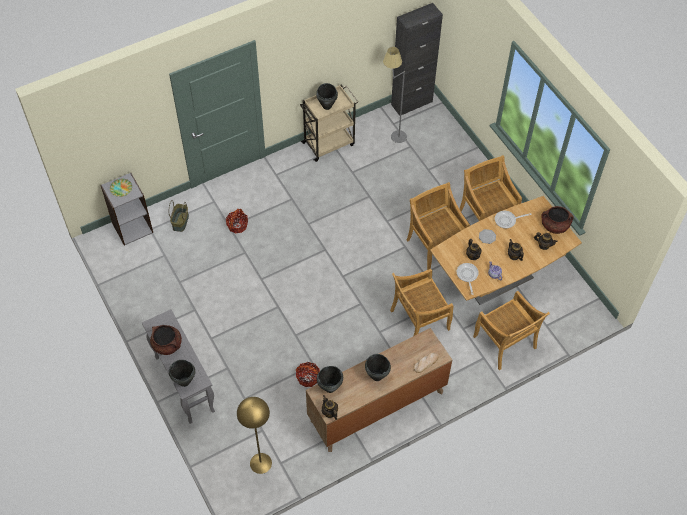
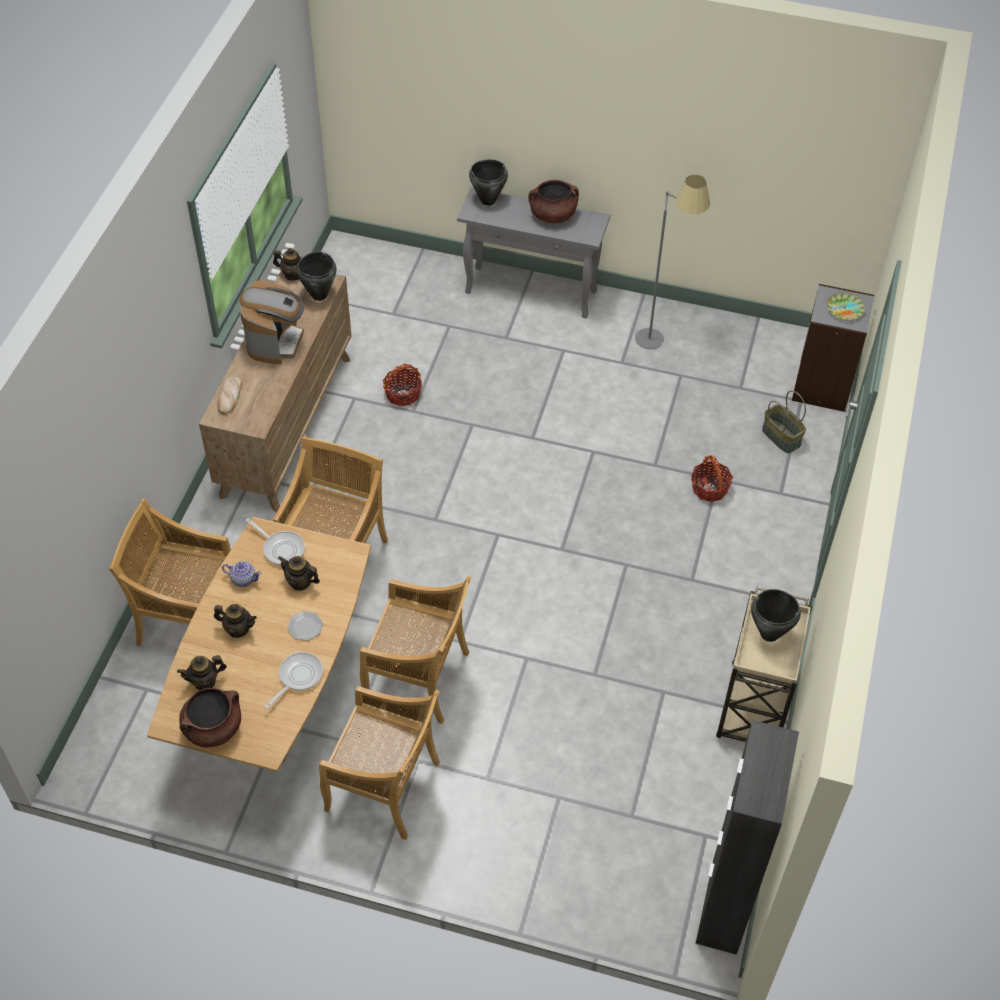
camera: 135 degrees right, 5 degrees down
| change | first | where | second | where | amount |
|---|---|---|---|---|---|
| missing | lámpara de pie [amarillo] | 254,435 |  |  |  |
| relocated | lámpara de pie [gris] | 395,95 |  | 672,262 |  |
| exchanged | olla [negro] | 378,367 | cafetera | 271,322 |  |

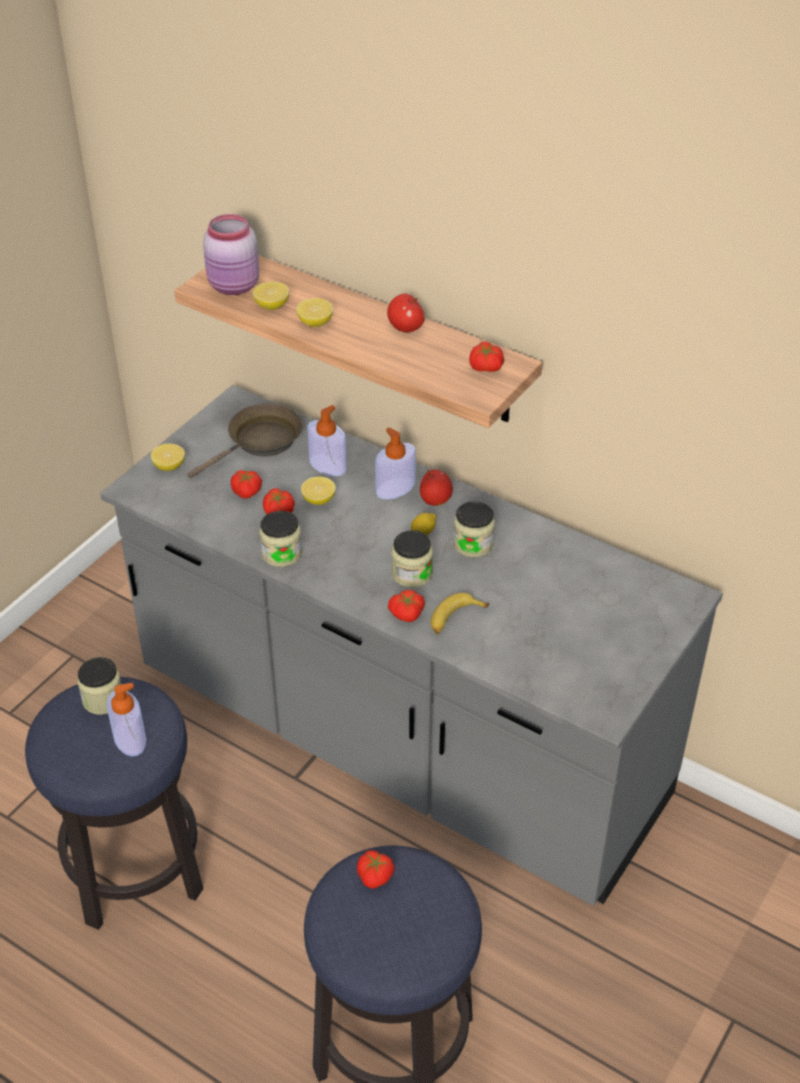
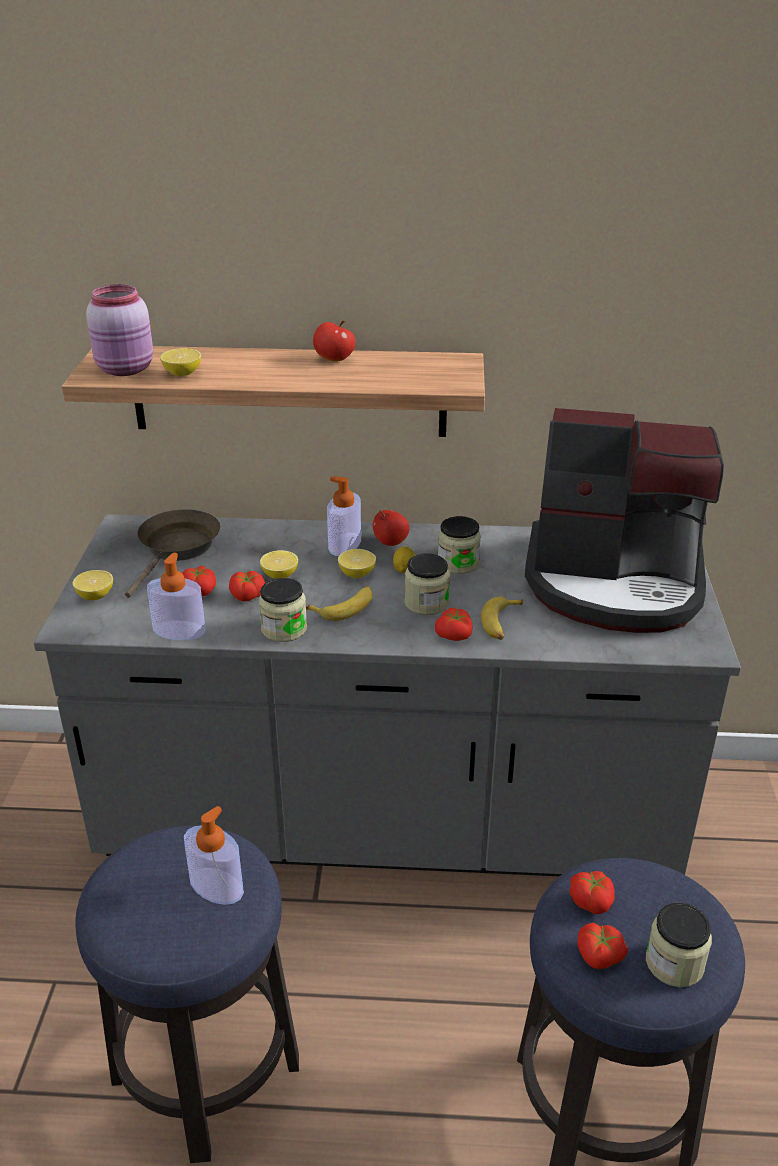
camera: 30 degrees left, 10 degrees down
| change | first | where | second | where | amount |
|---|---|---|---|---|---|
| appeared |  |  | plátano | 339,603 |  |
| appeared |  |  | cafetera | 624,520 |  |
| relocated | tarro | 99,686 |  | 679,945 |  |
| relocated | limón | 314,312 |  | 357,563 |  |
| relocated | dispensador de jabón | 327,440 |  | 176,596 |  |
| relocated | tomate | 486,356 |  | 602,946 |  |

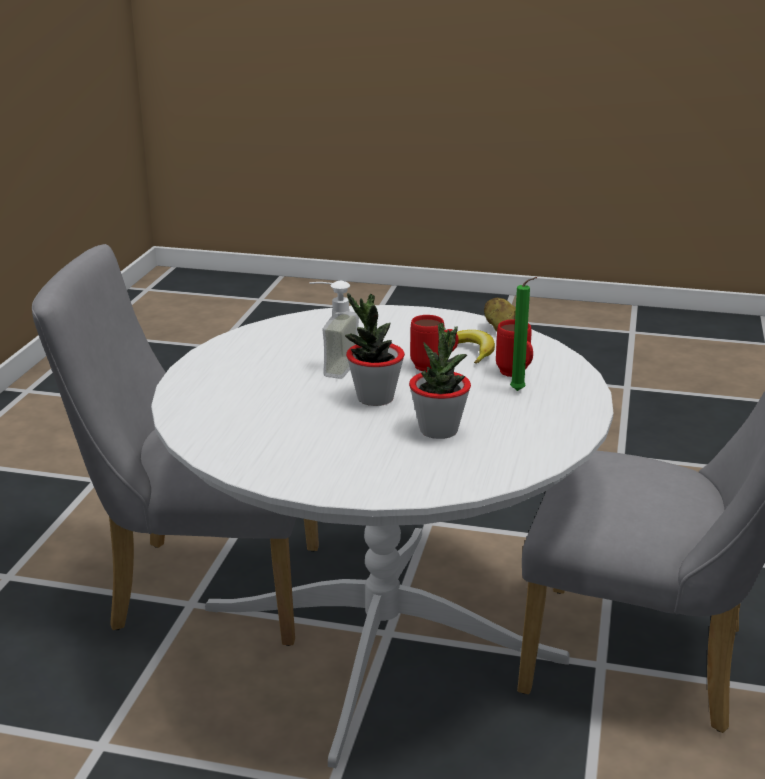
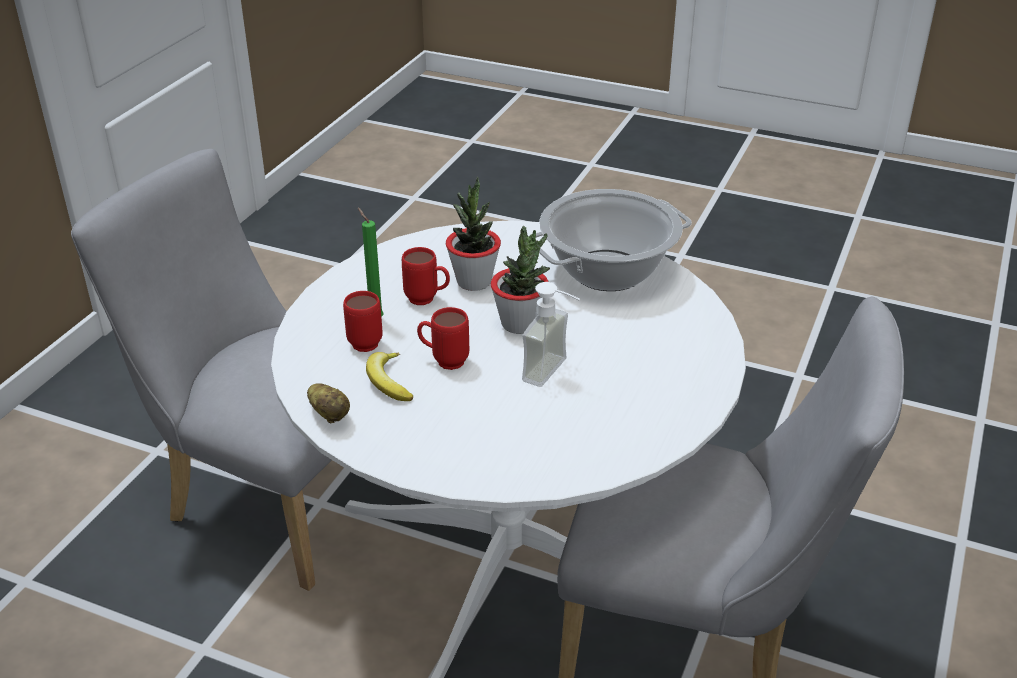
camera: 170 degrees left, 10 degrees up
| change | first | where | second | where | amount |
|---|---|---|---|---|---|
| appeared |  |  | taza grande [rojo] | 426,276 |  |
| appeared |  |  | olla | 614,240 |  |

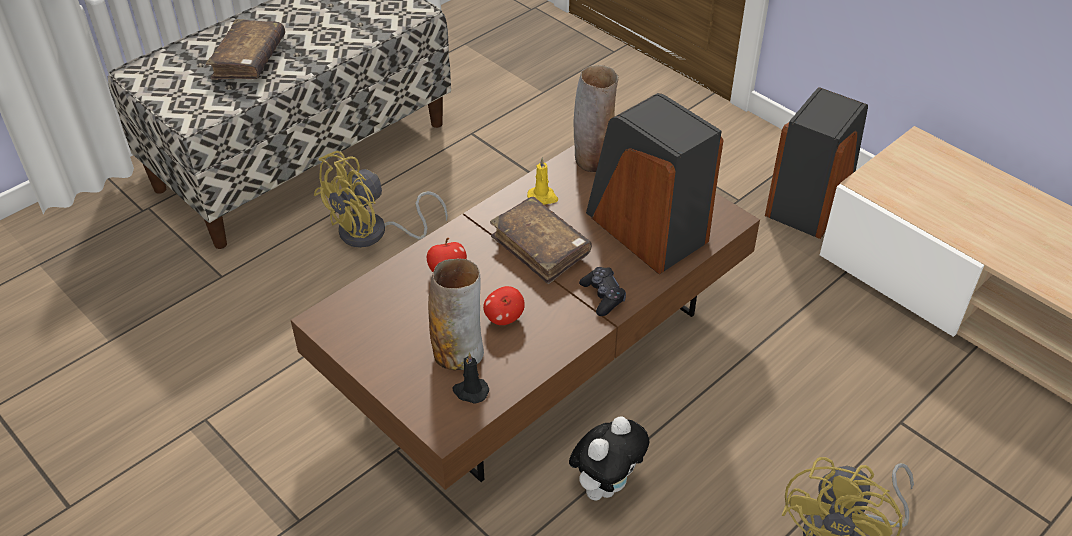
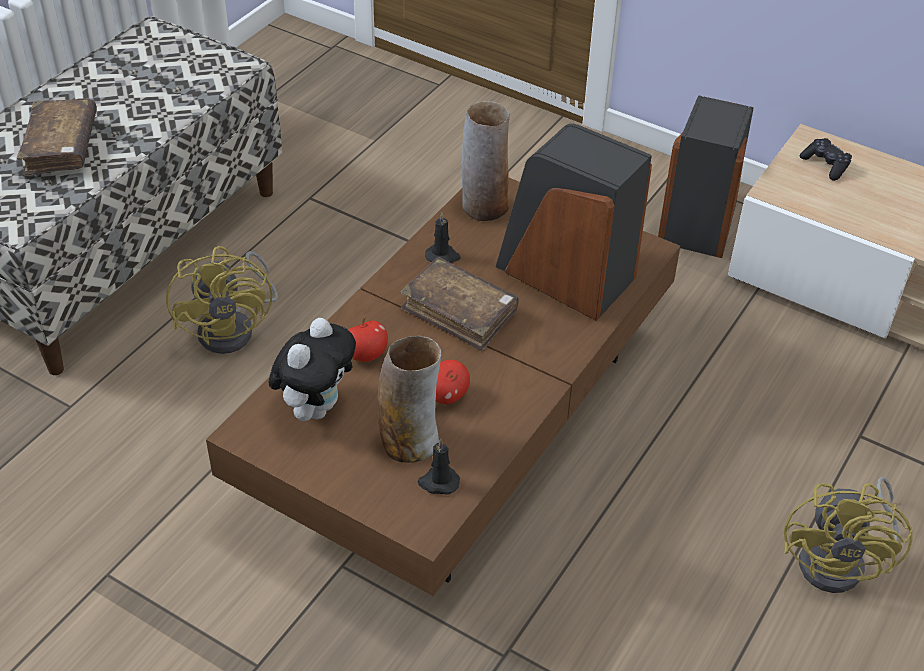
camera: 15 degrees left, 0 degrees up
| change | first | where | second | where | amount |
|---|---|---|---|---|---|
| relocated | peluche | 609,458 |  | 312,369 |  |
| relocated | mando de consola [negro] | 602,291 |  | 826,159 |  |
| colour | vela [amarillo] | 542,180 | vela [negro] | 443,237 |  |
| spun | ventilador [amarillo] | 381,199 |  | 222,300 | 45 degrees counterclockwise |

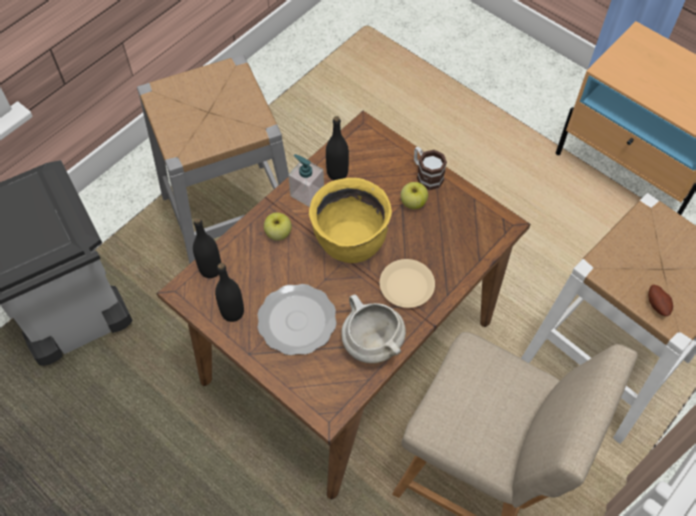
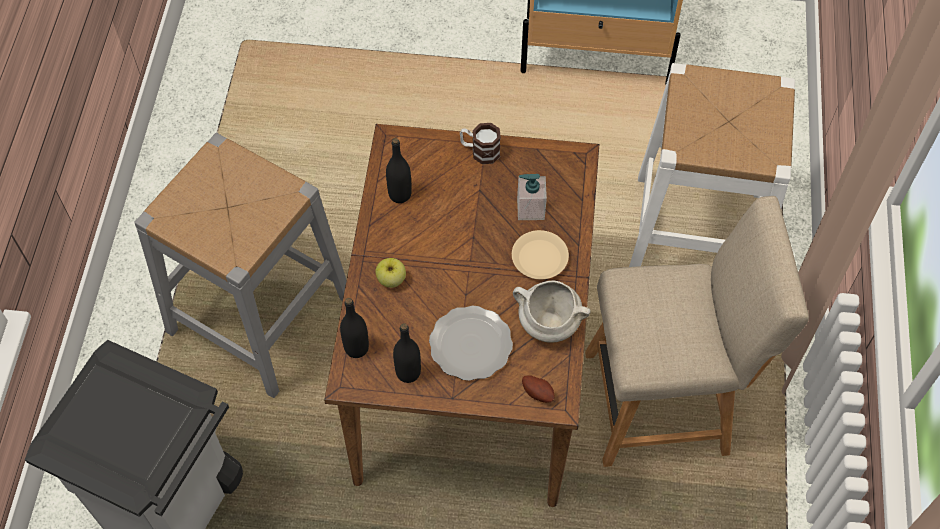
camera: 35 degrees left, 0 degrees up
| change | first | where | second | where | amount |
|---|---|---|---|---|---|
| missing | olla [amarillo] | 350,220 |  |  |  |
| missing | manzana | 414,195 |  |  |  |
| relocated | dispensador de jabón | 306,180 |  | 532,197 |  |
| relocated | patata | 660,300 |  | 538,389 |  |

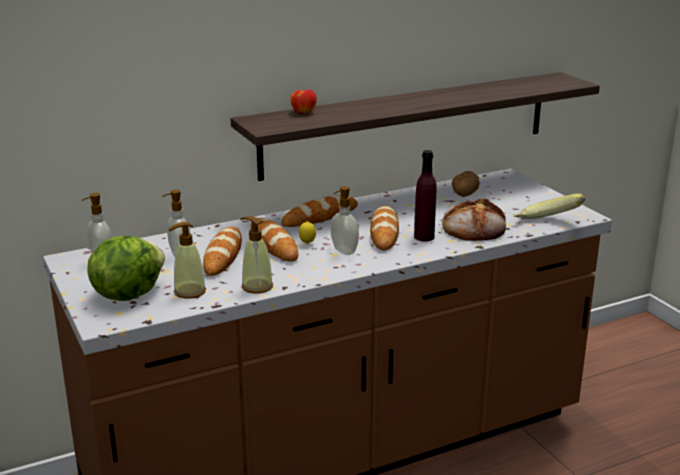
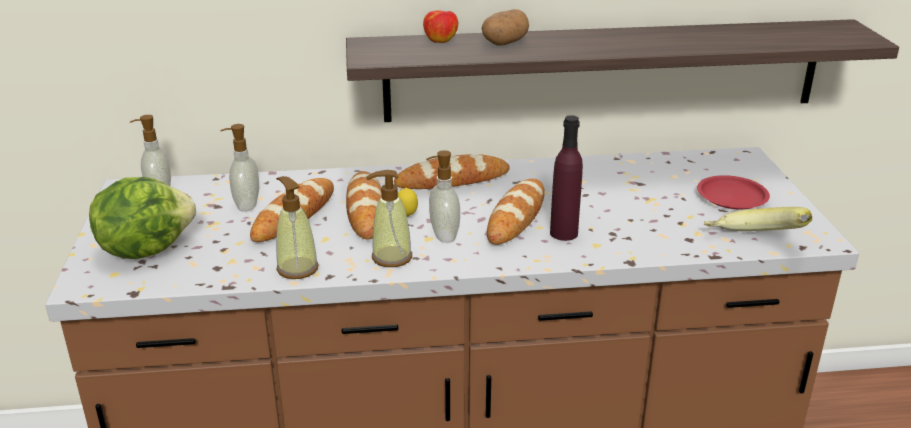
camera: 20 degrees right, 5 degrees up
| change | first | where | second | where | amount |
|---|---|---|---|---|---|
| missing | pan | 474,220 |  |  |  |
| appeared |  |  | plato [rojo] | 733,192 |  |
| relocated | dispensador de jabón | 187,260 |  | 389,218 |  |
| relocated | patata | 466,184 |  | 505,27 |  |

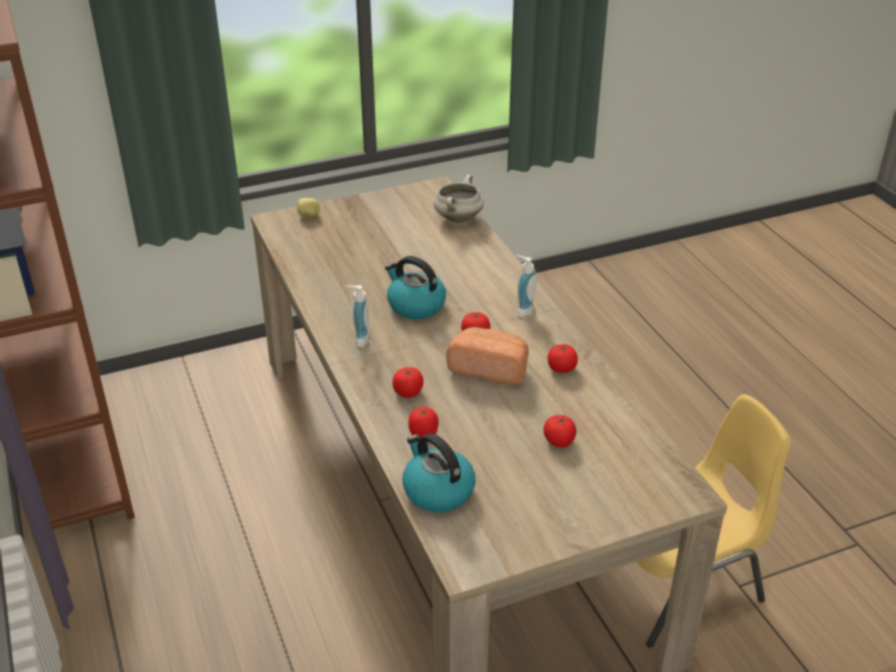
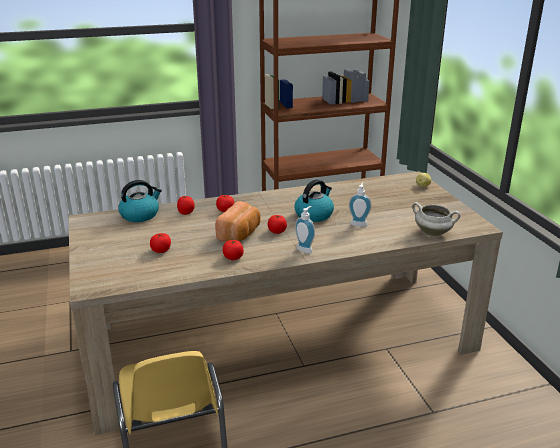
camera: 95 degrees right, 10 degrees down
| change | first | where | second | where | amount |
|---|---|---|---|---|---|
| relocated | dispensador de jabón | 357,316 |  | 360,205 |  |

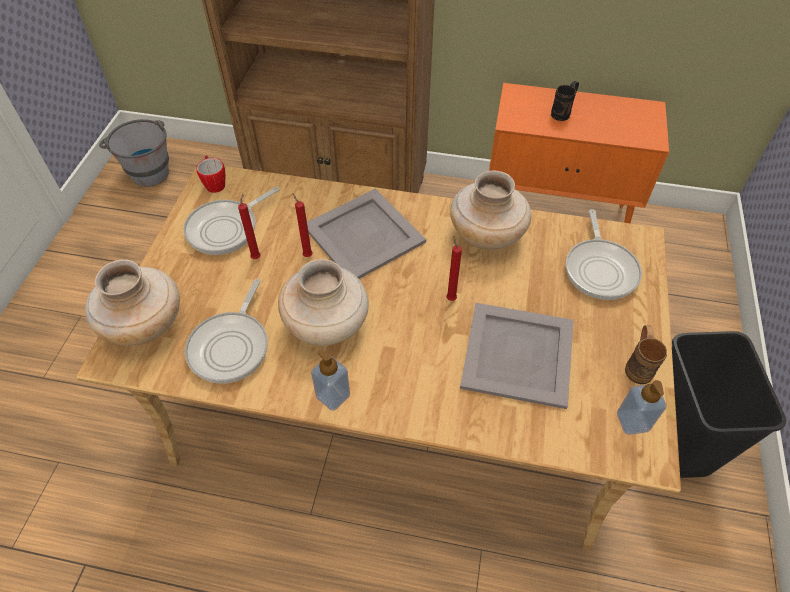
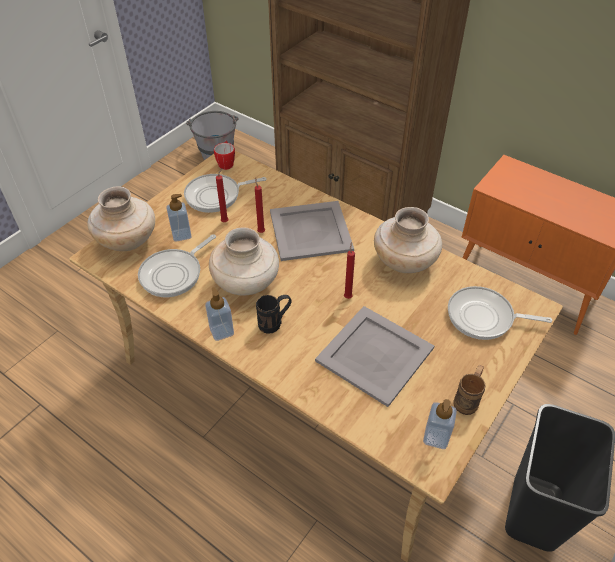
camera: 25 degrees right, 5 degrees down
| change | first | where | second | where | amount |
|---|---|---|---|---|---|
| appeared |  |  | dispensador de jabón | 179,218 |  |
| relocated | taza grande [negro] | 565,101 |  | 274,314 |  |
| spun | sartén | 604,254 |  | 500,313 | 75 degrees clockwise |

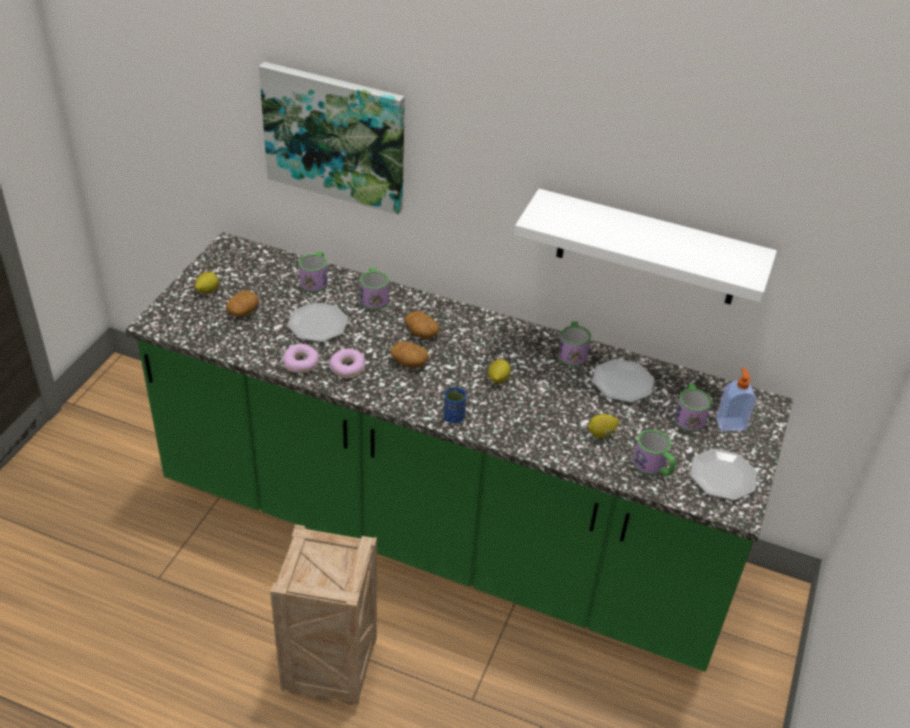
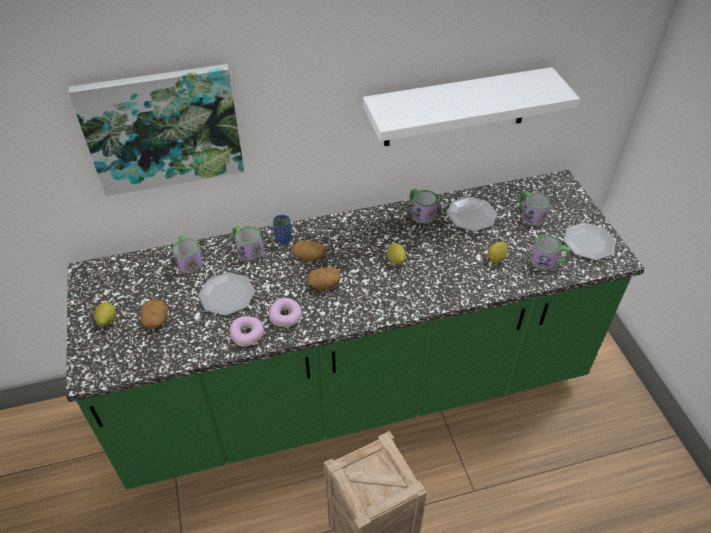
camera: 35 degrees left, 5 degrees up
| change | first | where | second | where | amount |
|---|---|---|---|---|---|
| missing | dispensador de jabón | 736,399 |  |  |  |
| relocated | taza [azul] | 454,405 |  | 282,229 |  |

